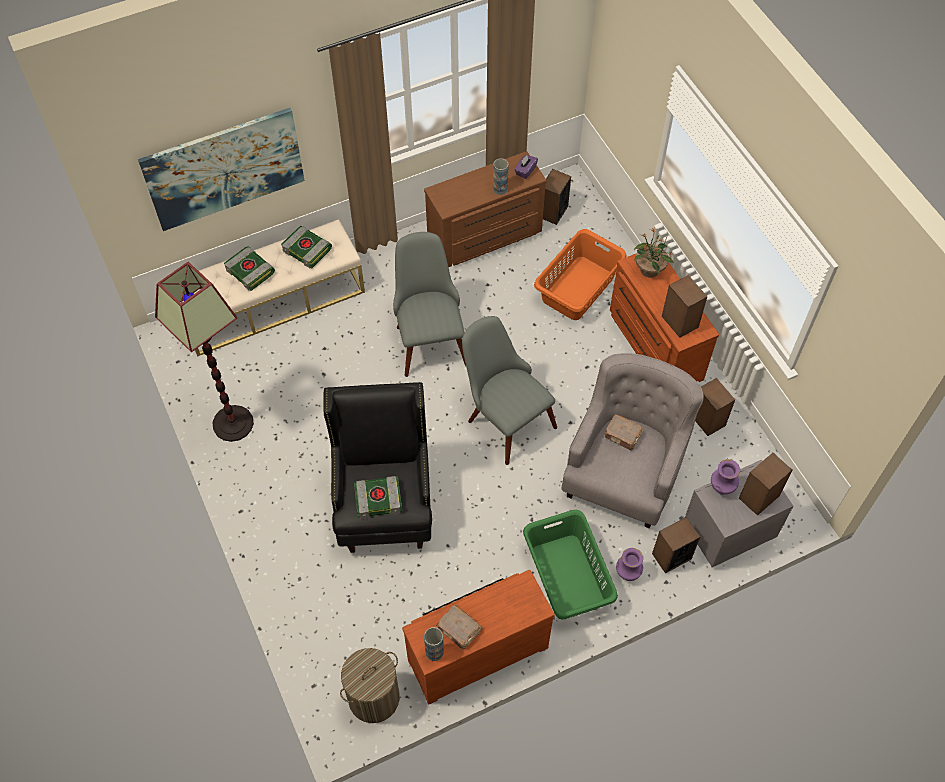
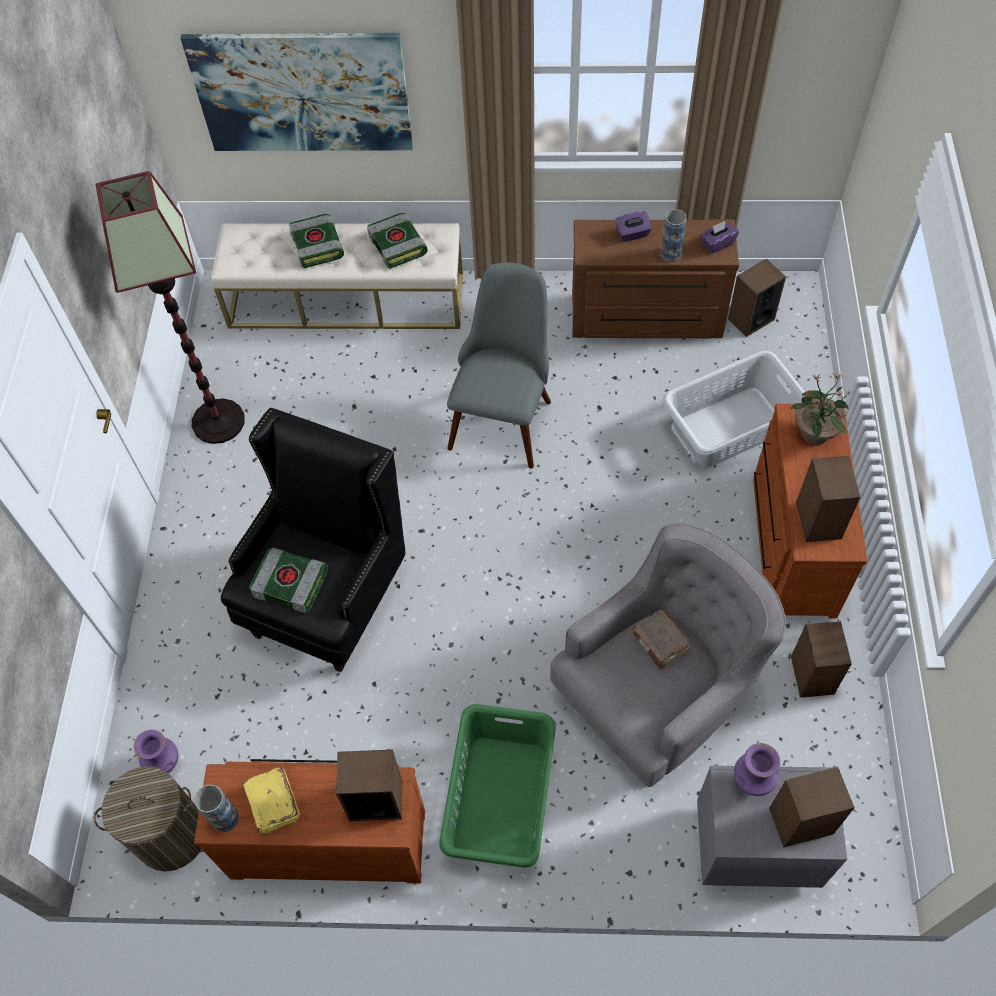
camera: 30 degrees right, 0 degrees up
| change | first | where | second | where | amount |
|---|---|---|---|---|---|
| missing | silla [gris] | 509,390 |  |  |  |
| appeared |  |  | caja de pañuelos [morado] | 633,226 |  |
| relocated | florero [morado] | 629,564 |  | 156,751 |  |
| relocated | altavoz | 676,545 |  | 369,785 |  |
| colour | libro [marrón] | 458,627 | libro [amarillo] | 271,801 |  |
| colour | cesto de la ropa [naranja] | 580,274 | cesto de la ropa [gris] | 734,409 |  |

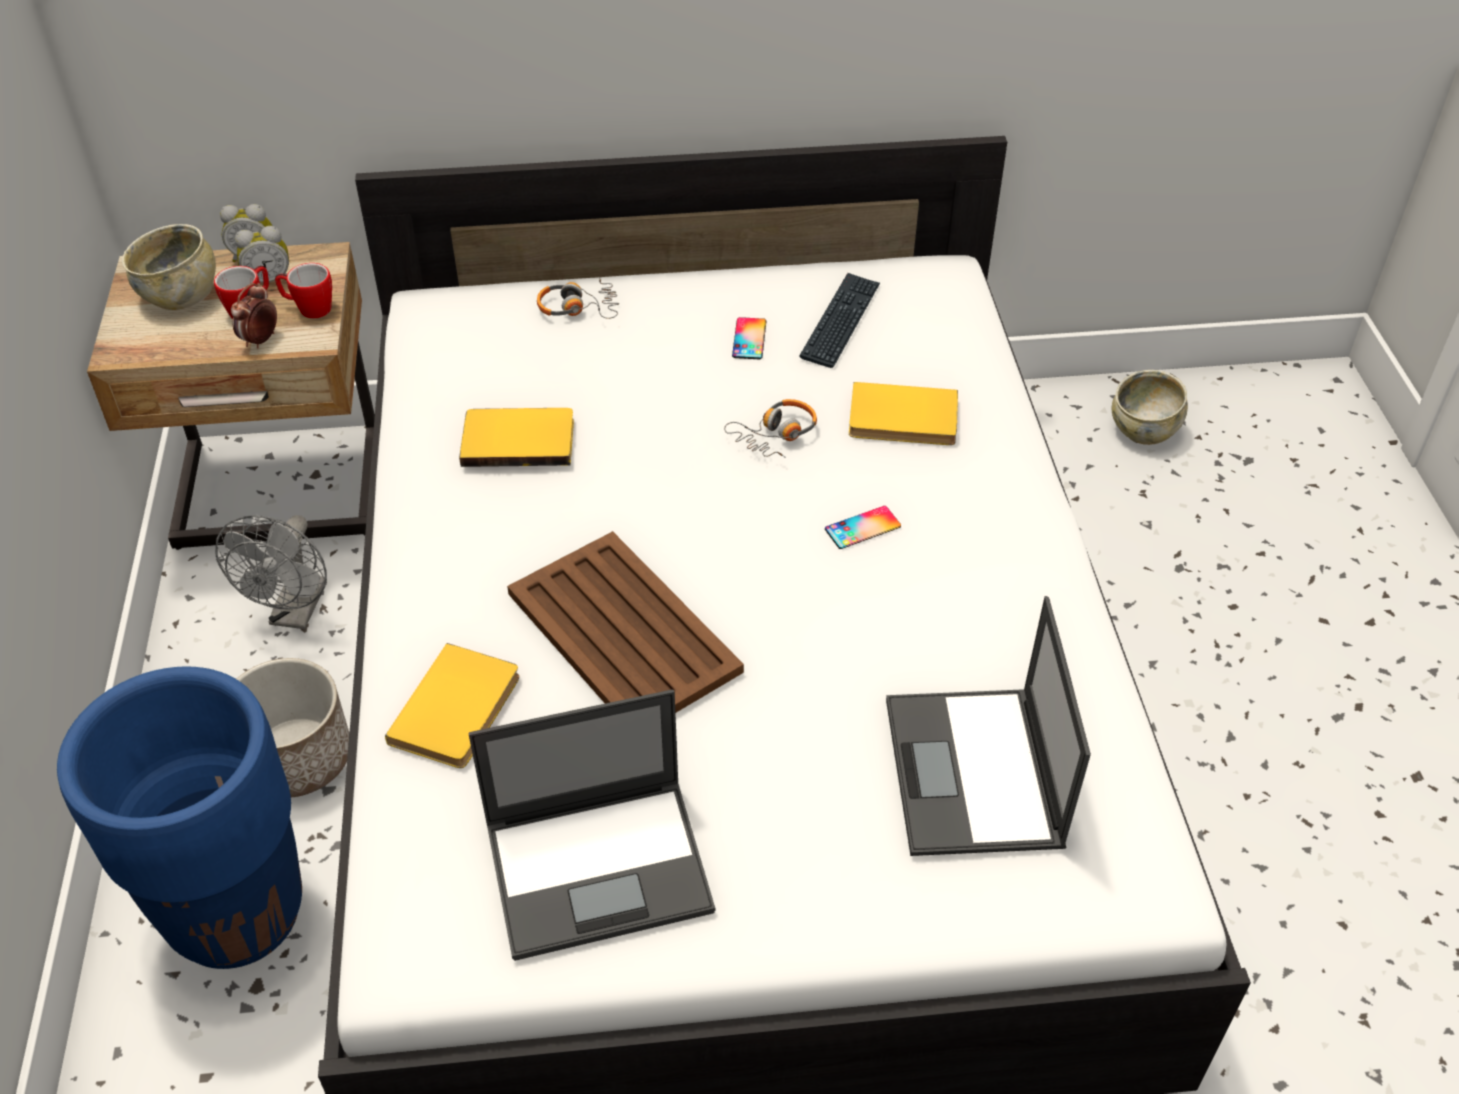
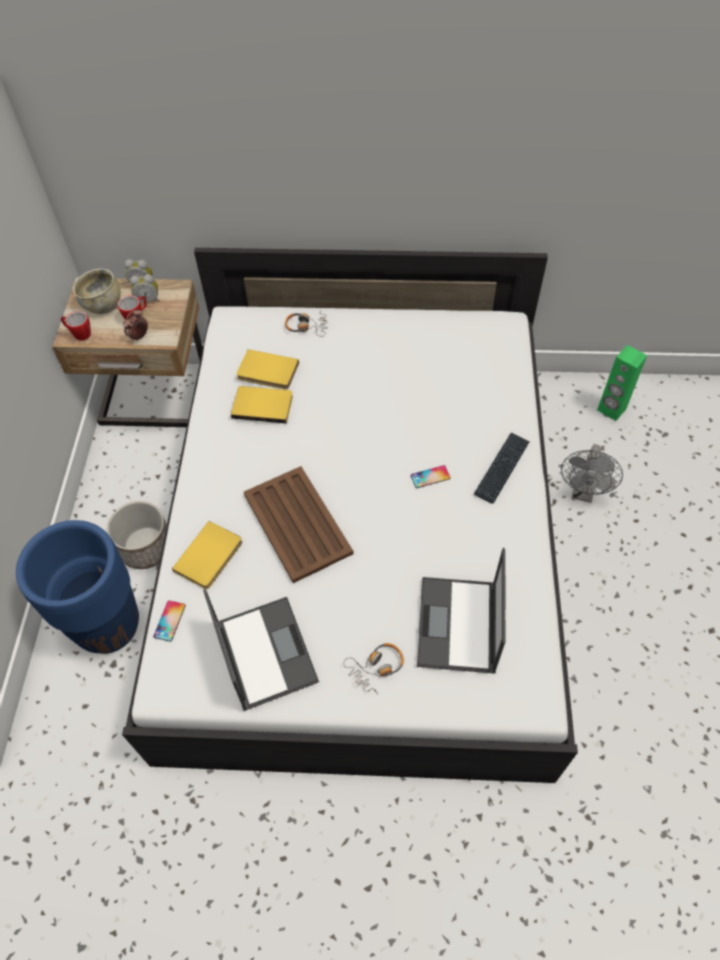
camera: 10 degrees right, 10 degrees up
| change | first | where | second | where | amount |
|---|---|---|---|---|---|
| relocated | ventilador [gris] | 271,572 |  | 592,474 |  |
| relocated | taza grande | 303,291 |  | 76,326 |  |
| relocated | auriculares | 770,428 |  | 373,668 |  |
| relocated | móvil | 749,338 |  | 169,621 |  |
| relocated | teclado | 839,320 |  | 502,468 |  |
| relocated | libro [amarillo] | 903,413 |  | 267,369 |  |
| exchanged | cuenco [beis] | 1150,407 | altavoz [verde] | 622,383 |  |
| spun | portátil | 591,825 |  | 261,650 | 105 degrees counterclockwise |

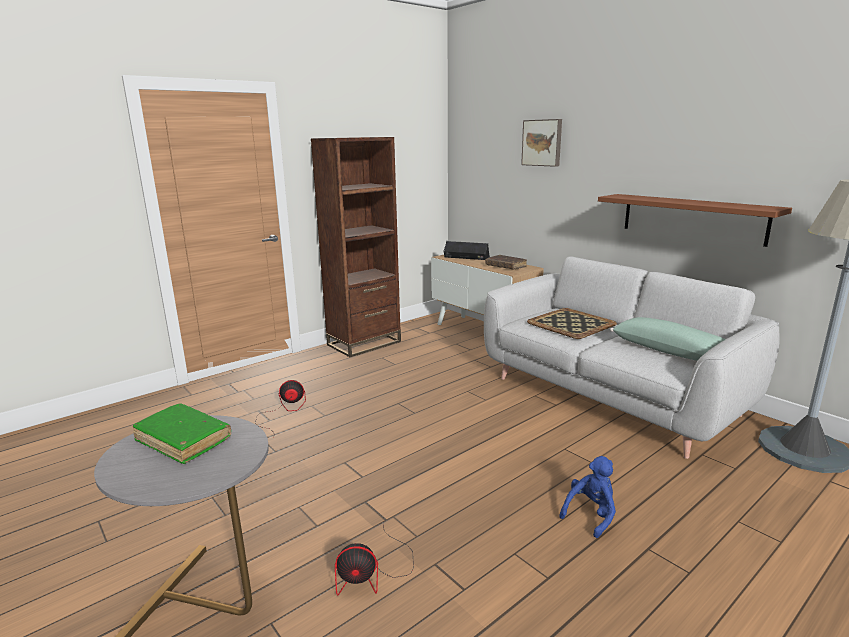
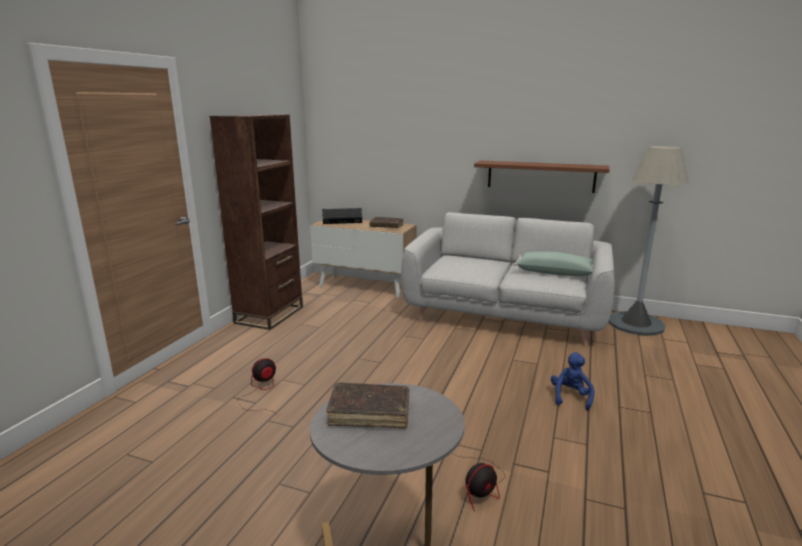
camera: 30 degrees left, 0 degrees up
| change | first | where | second | where | amount |
|---|---|---|---|---|---|
| missing | cuadro | 541,143 |  |  |  |
| missing | bandeja | 572,323 |  |  |  |
| colour | libro [verde] | 182,433 | libro [marrón] | 368,405 |  |

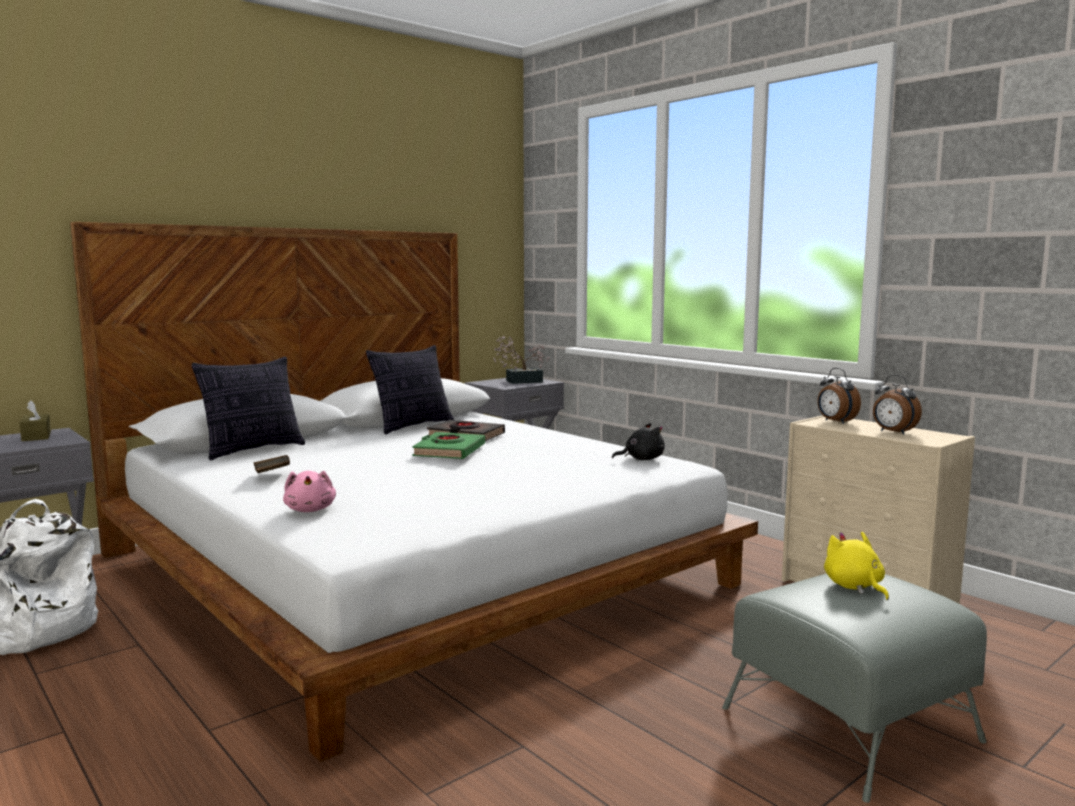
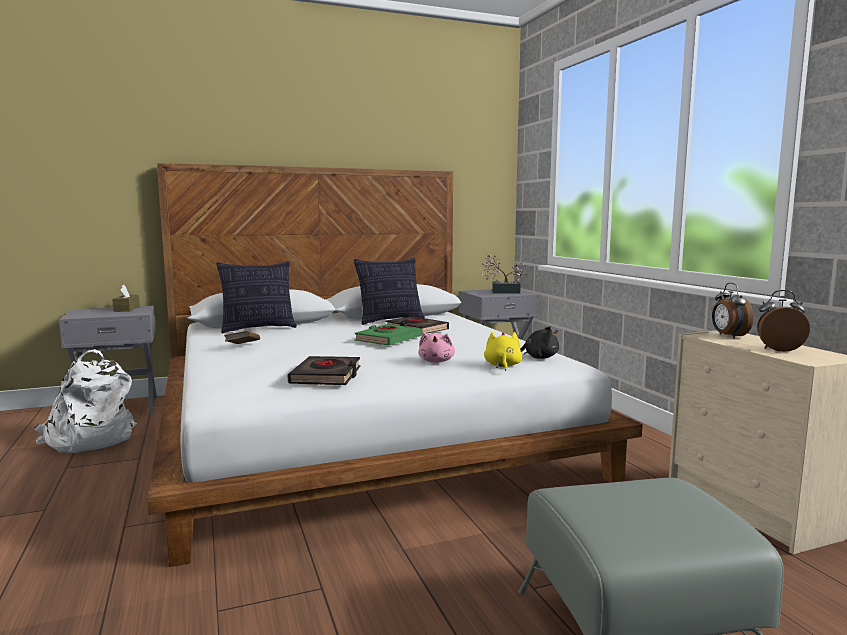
camera: 20 degrees right, 0 degrees up
| change | first | where | second | where | amount |
|---|---|---|---|---|---|
| appeared |  |  | libro [negro] | 324,370 |  |
| relocated | peluche [rosa] | 309,491 |  | 436,347 |  |
| relocated | peluche [amarillo] | 856,566 |  | 503,351 |  |
| spun | despertador | 897,405 |  | 783,321 | 120 degrees clockwise |

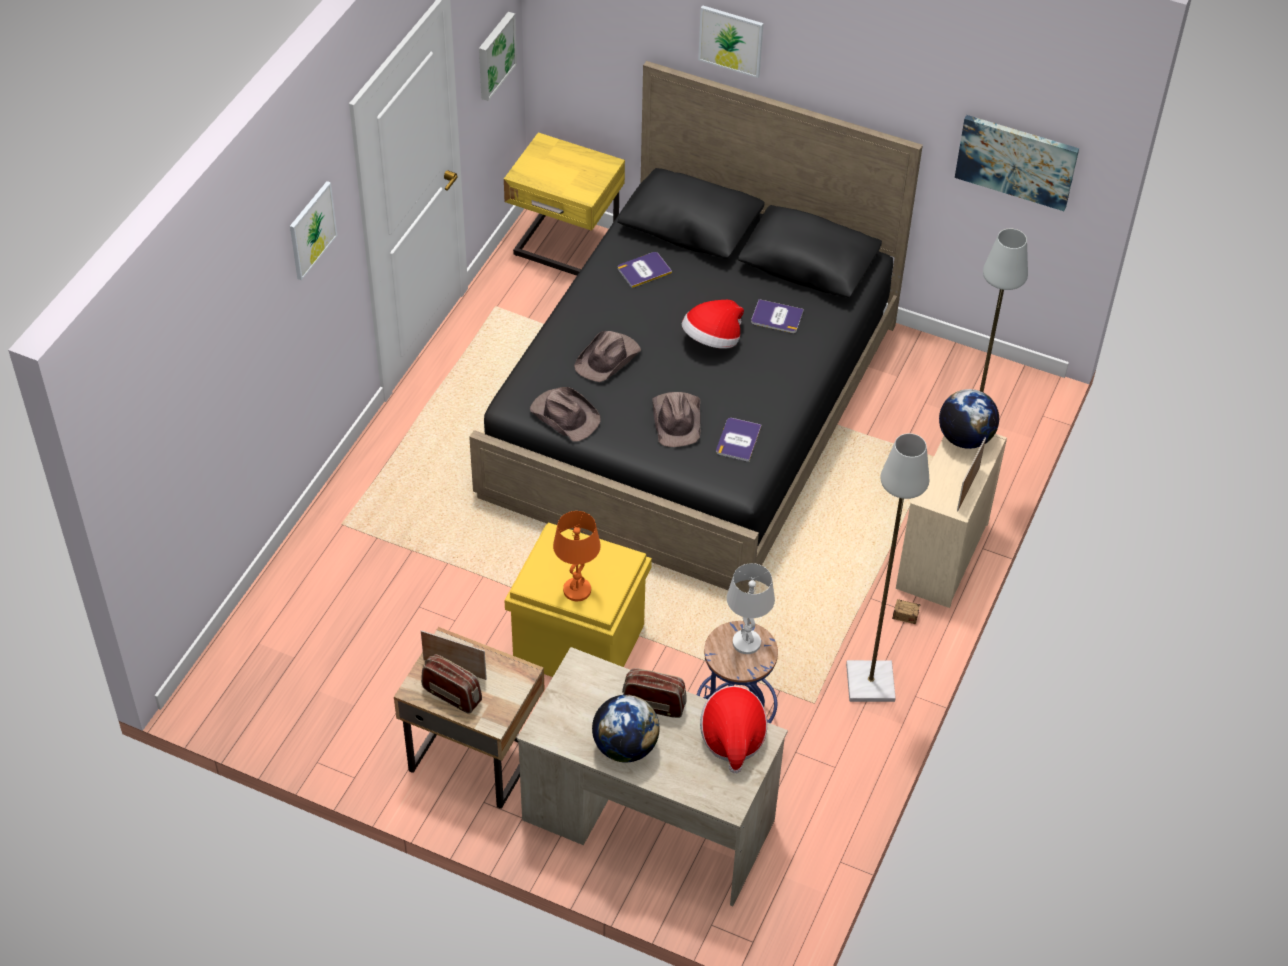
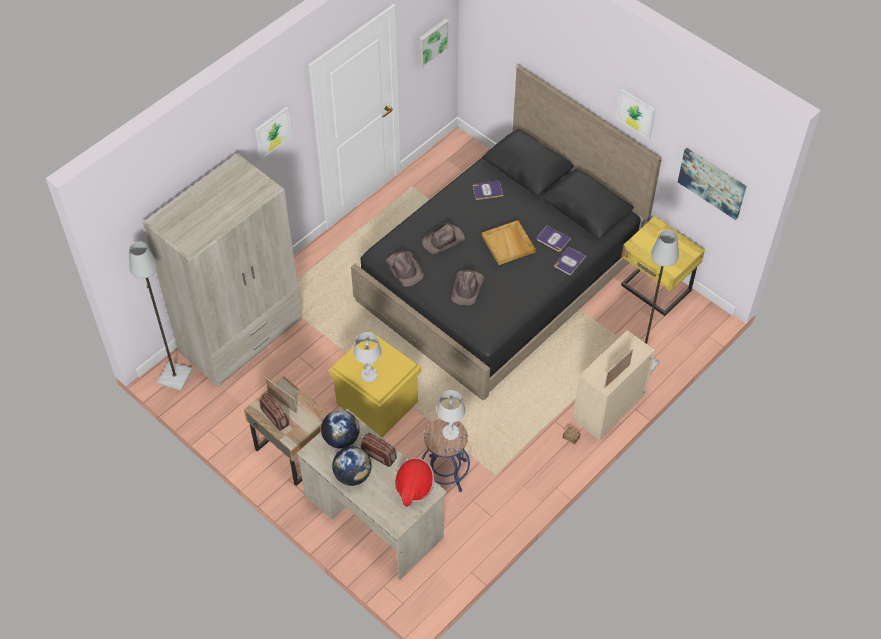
camera: 20 degrees right, 5 degrees up
| change | first | where | second | where | amount |
|---|---|---|---|---|---|
| appeared |  |  | armario ropero [beis] | 222,270 |  |
| relocated | mesita de noche [amarillo] | 564,204 |  | 663,266 |  |
| relocated | cuadro | 731,41 |  | 635,113 |  |
| relocated | libro | 739,440 |  | 570,261 |  |
| relocated | lámpara de pie [gris] | 887,567 |  | 160,316 |  |
| relocated | globo terráqueo | 969,419 |  | 340,429 |  |
| exchanged | sombrero | 713,324 | bandeja [beis] | 509,242 |  |
| colour | lámpara de mesa [naranja] | 577,556 | lámpara de mesa [blanco] | 367,357 |  |

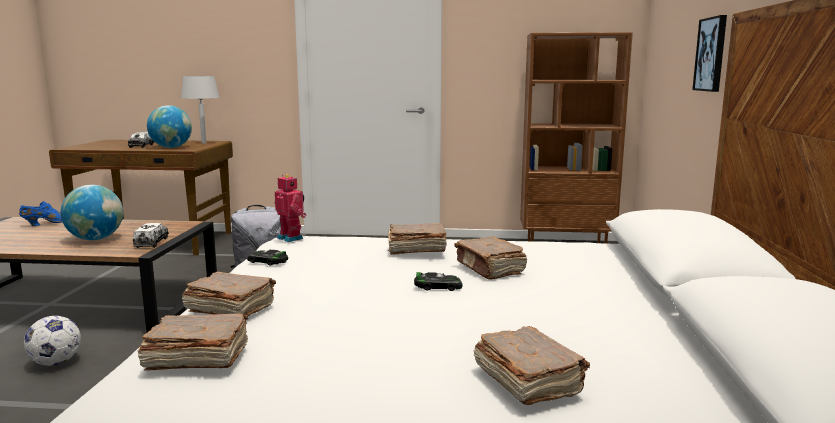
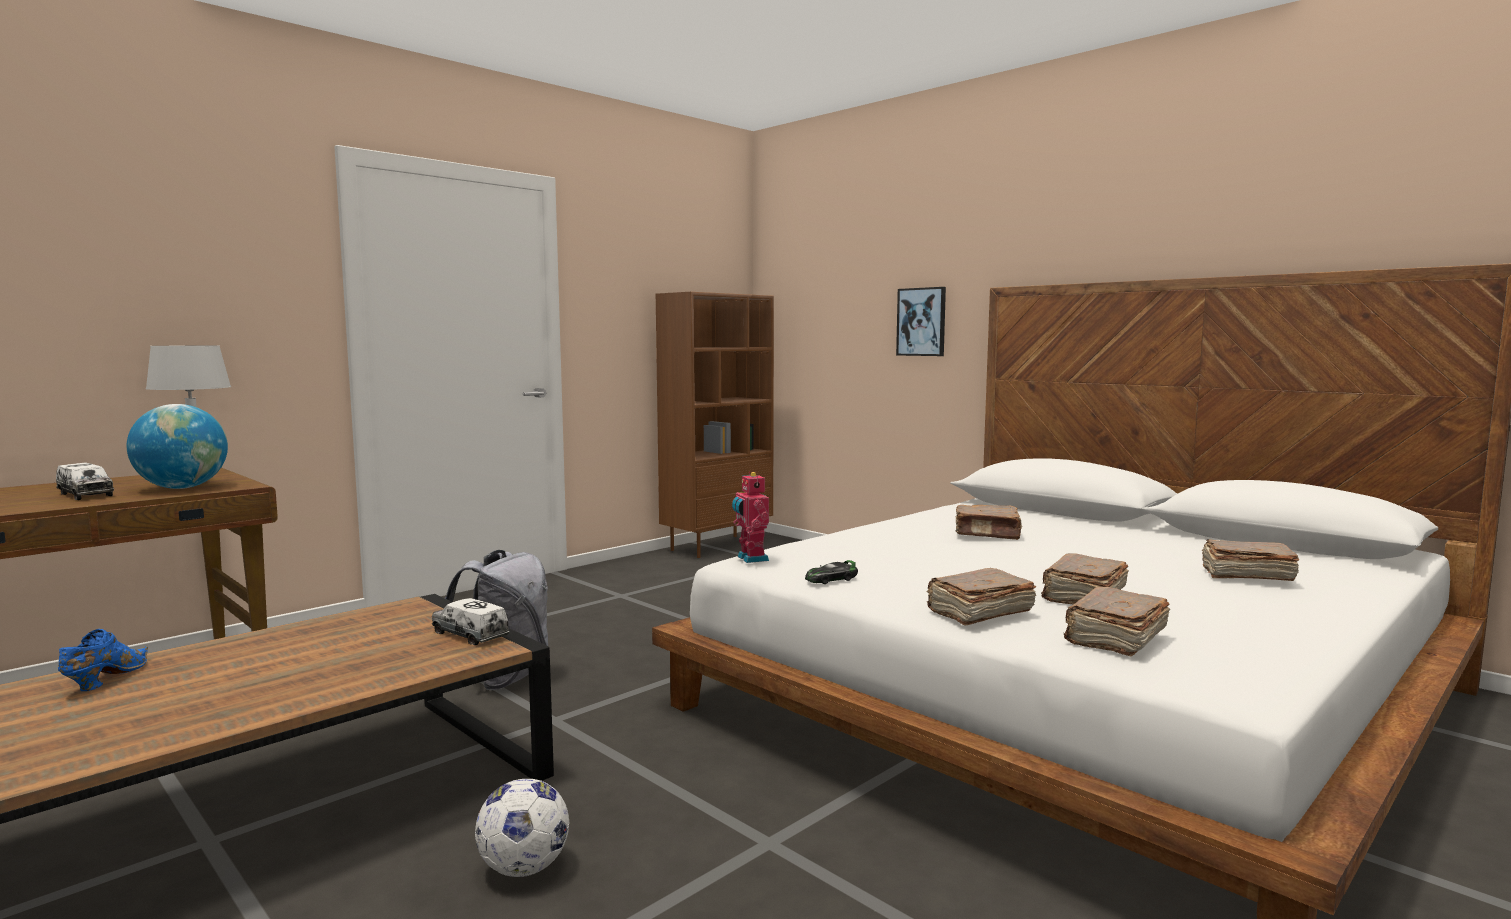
camera: 50 degrees left, 5 degrees down
| change | first | where | second | where | amount |
|---|---|---|---|---|---|
| missing | globo terráqueo | 92,212 |  |  |  |
| missing | coche de juguete | 438,281 |  |  |  |
| relocated | libro [marrón] | 417,239 |  | 1085,578 |  |
| spun | robot de juguete | 290,208 |  | 750,517 | 105 degrees counterclockwise |

